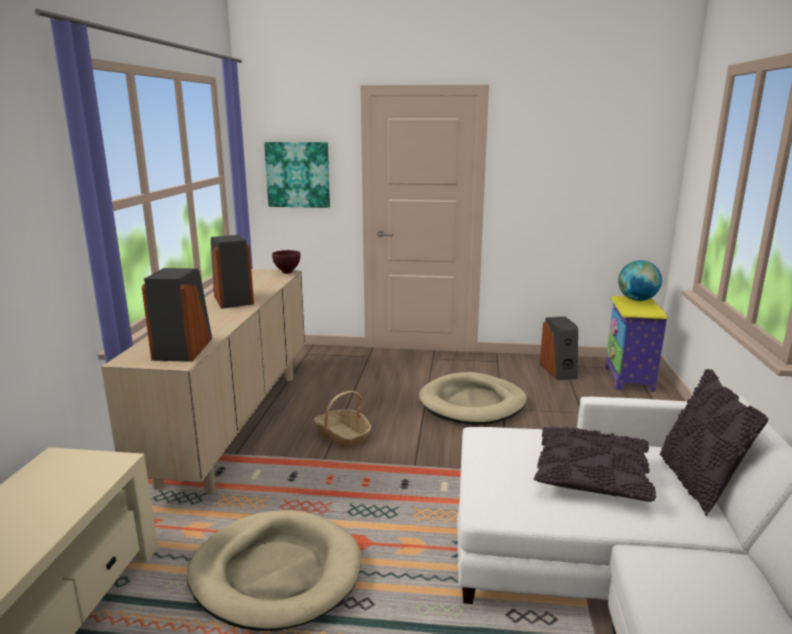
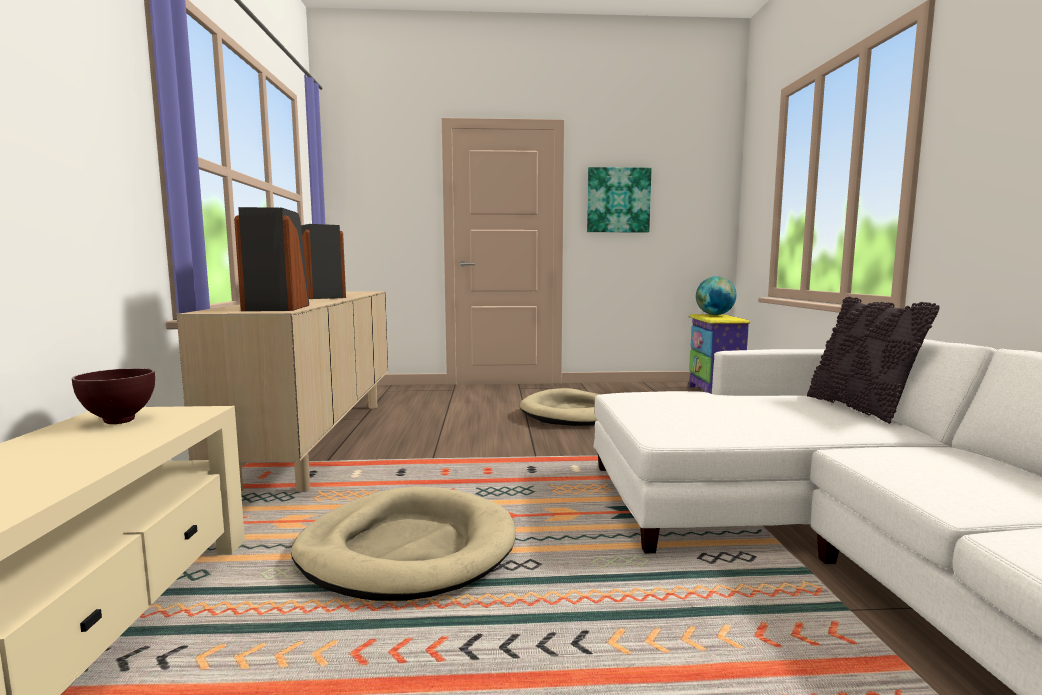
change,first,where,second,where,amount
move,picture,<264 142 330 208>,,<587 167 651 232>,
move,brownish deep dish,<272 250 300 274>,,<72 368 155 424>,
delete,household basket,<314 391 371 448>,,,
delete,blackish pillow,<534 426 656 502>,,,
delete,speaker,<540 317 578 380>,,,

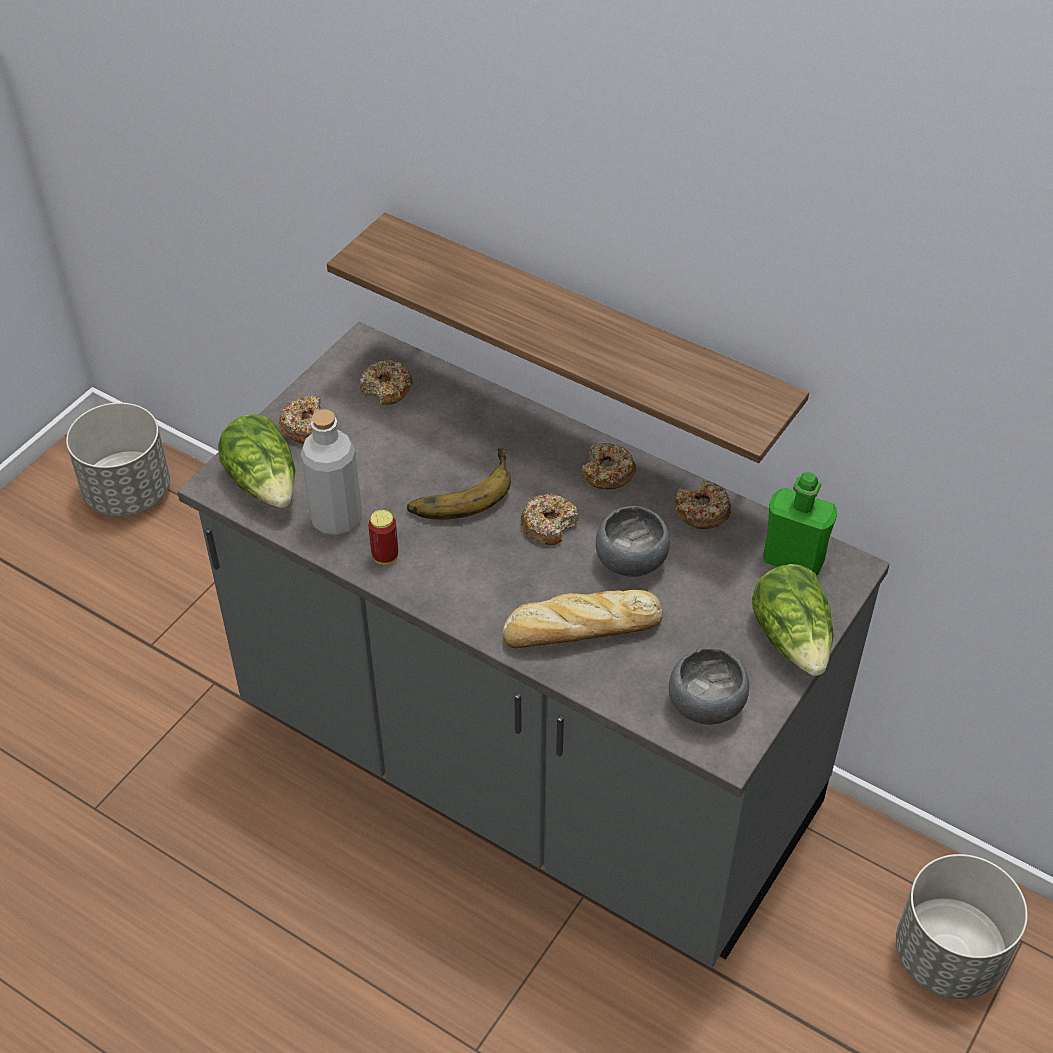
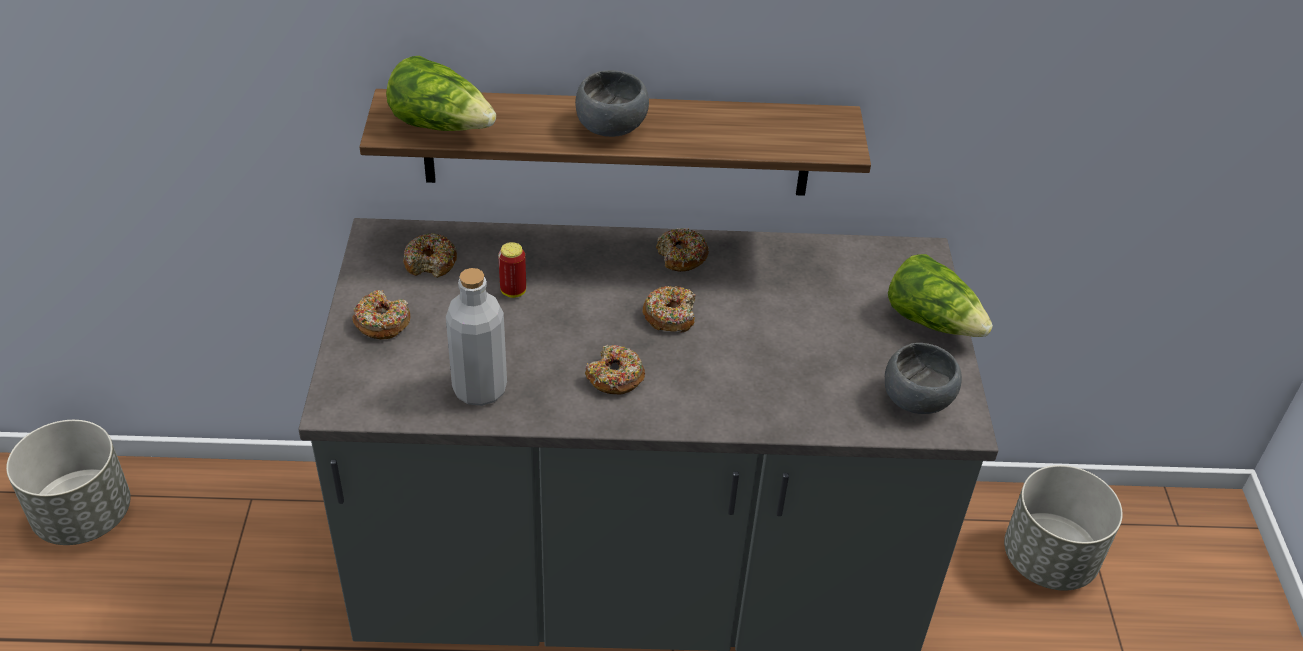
change,first,where,second,where,amount
move,lettuce,<218 414 295 508>,,<386 56 496 131>,
move,sealed can,<368 510 398 565>,,<498 242 526 298>,
delete,banana fruit,<407 448 511 519>,,,
delete,baked bread,<502 590 663 648>,,,
move,gray deep dish,<596 506 670 577>,,<575 70 649 137>,
move,doughnut,<675 480 731 529>,,<585 345 645 394>,
delete,greenish beverage bottle,<763 472 837 576>,,,

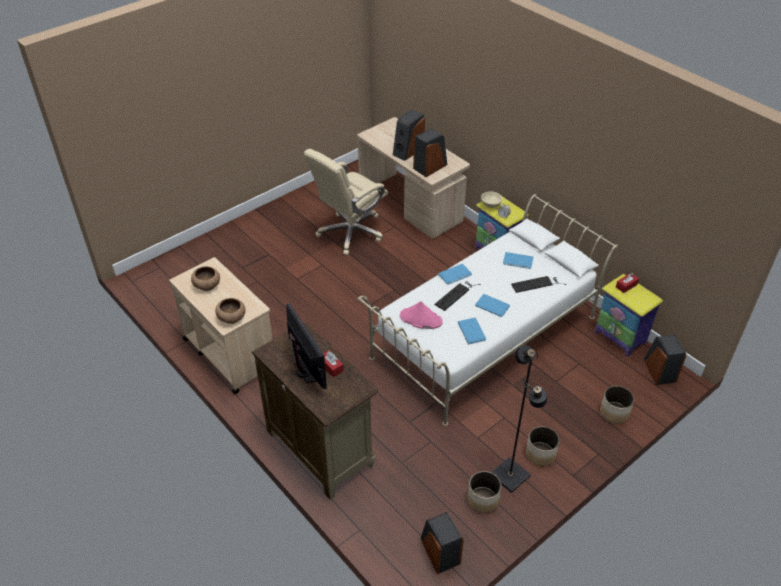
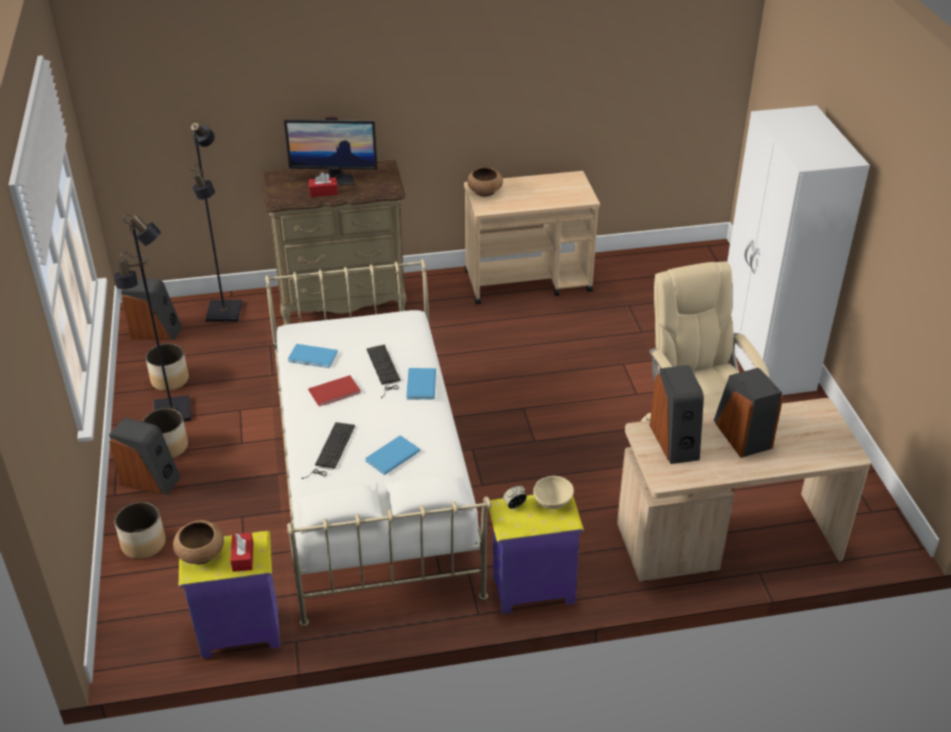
change,first,where,second,where,amount
move,brownish deep dish,<191 266 220 291>,,<173 520 224 565>,
delete,pink wearable hat,<400 301 443 329>,,,
recolor,blue bound book,<475 294 510 317>,red-coloured bound book,<308 375 361 406>,
move,speaker,<644 334 687 385>,,<109 417 181 495>,
insert,,,blackish standing lamp,<190 123 242 322>,
insert,,,white wardrobe,<727 105 870 395>,

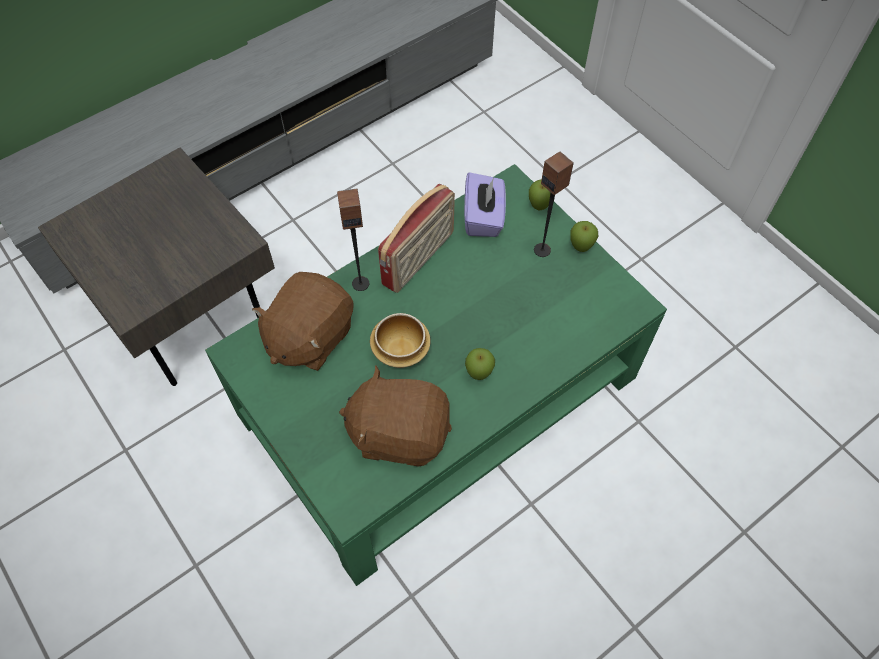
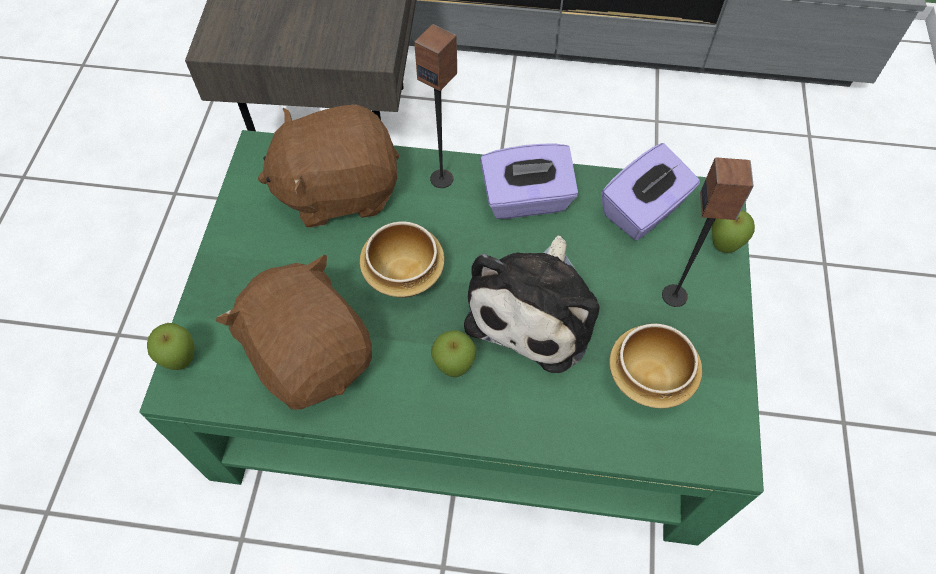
change,first,where,second,where,amount
replace,radio,<378 184 455 293>,purplish box of tissues,<480 143 578 219>,
move,apple fruit,<571 221 598 252>,,<147 323 195 370>,
insert,,,cuddly toy,<464 236 600 373>,
insert,,,deep dish,<609 323 702 408>,

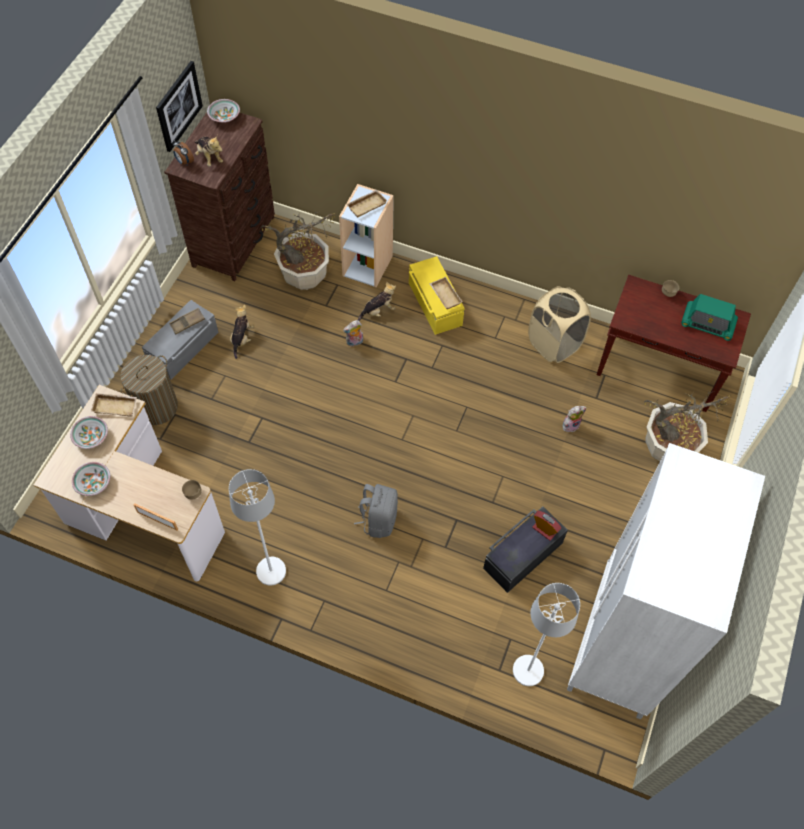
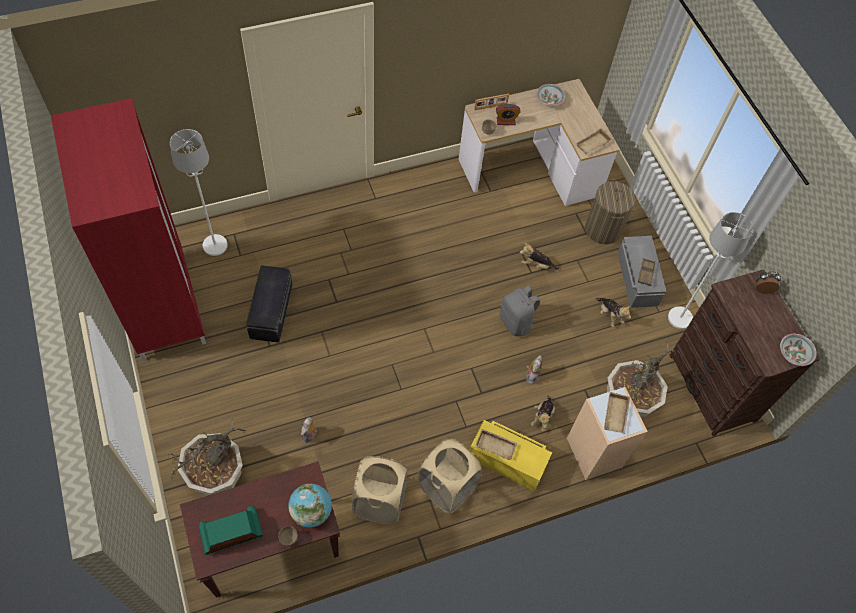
change,first,where,second,where,amount
delete,deep dish,<70 416 108 449>,,,
delete,picture,<156 61 203 152>,,,
move,cuddly toy,<194 136 223 167>,,<520 243 559 270>,
move,white standing lamp,<229 469 286 586>,,<668 212 753 329>,
move,gray rucksack,<354 484 398 538>,,<499 285 540 336>,
move,bedside clock,<532 511 562 541>,,<496 104 520 125>,
recolor,white wardrobe,<567 443 765 719>,red-coloured wardrobe,<51 98 206 361>,
insert,,,globe,<288 484 332 528>,
insert,,,sand-coloured laundry basket,<418 438 482 513>,

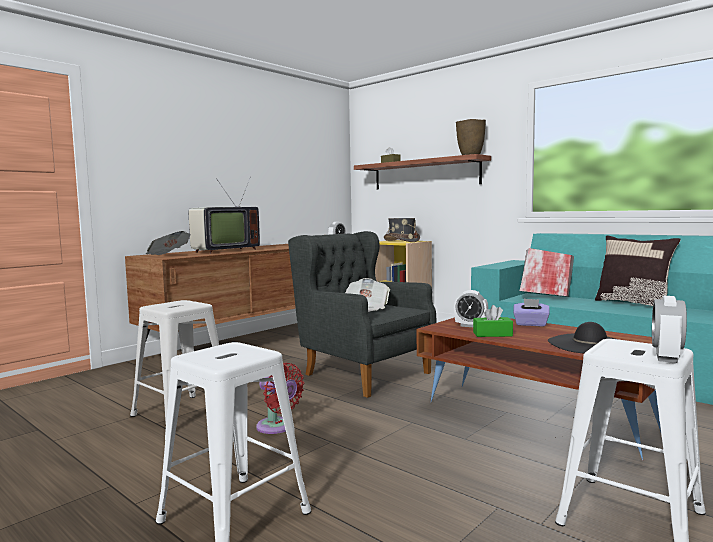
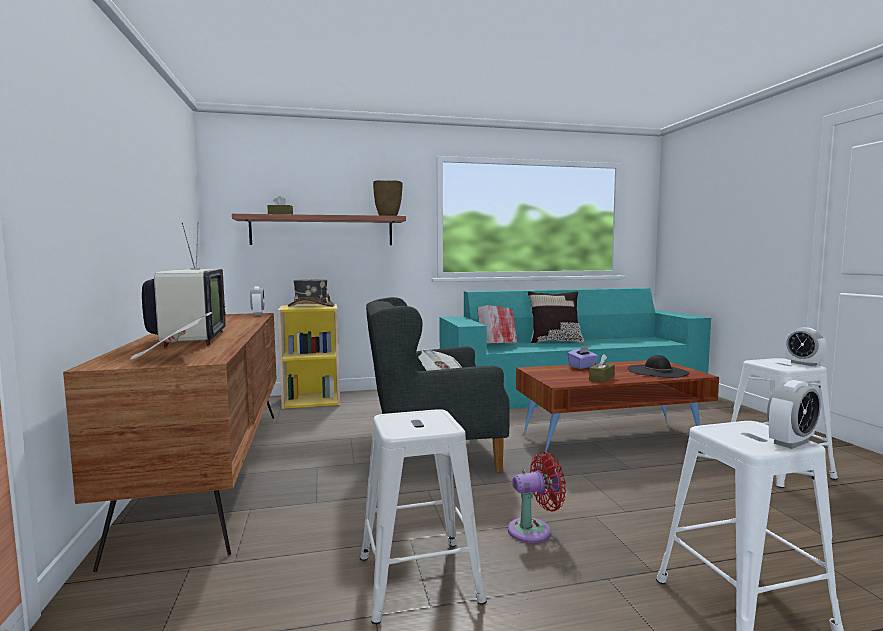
change,first,where,second,where,amount
move,bedside clock,<454 290 488 327>,,<767 380 821 449>,
recolor,greenish box of tissues,<473 305 513 337>,brownish box of tissues,<589 354 615 383>,

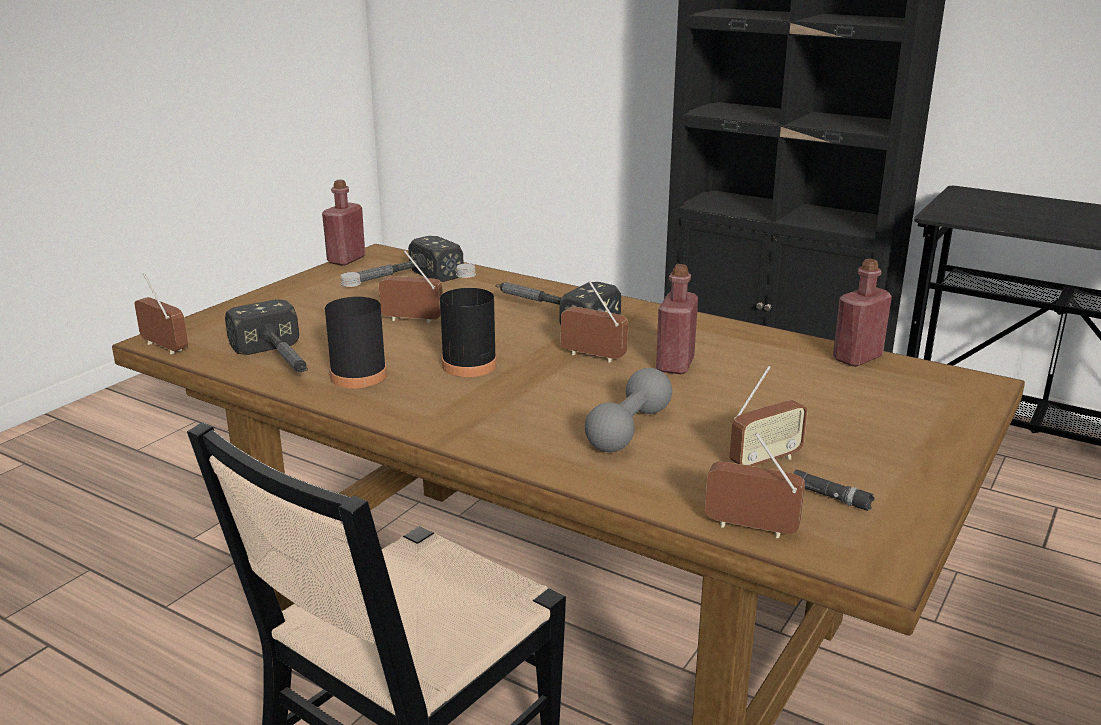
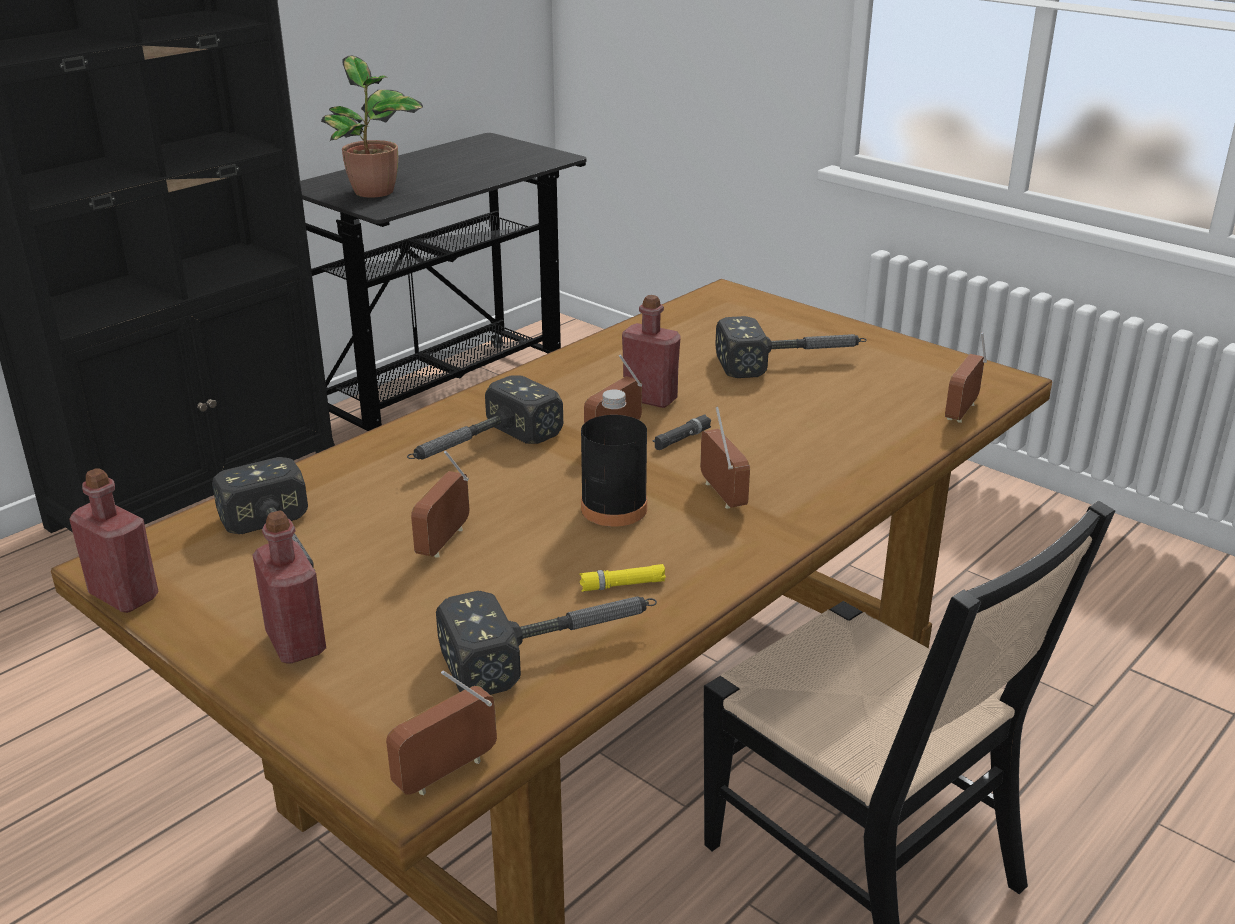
change,first,where,second,where,amount
replace,blackish beverage bottle,<325 272 387 388>,yellow flashlight,<580 564 666 592>,
delete,gray hand weight,<585 368 672 452>,,,
move,radio,<730 366 808 466>,,<700 406 750 509>,
move,blackish flashlight,<793 469 875 511>,,<653 414 711 450>,
move,red-coloured beverage bottle,<833 259 892 367>,,<253 510 326 664>,
insert,,,plant in a pot,<321 55 423 198>,
insert,,,hammer,<715 316 867 378>,

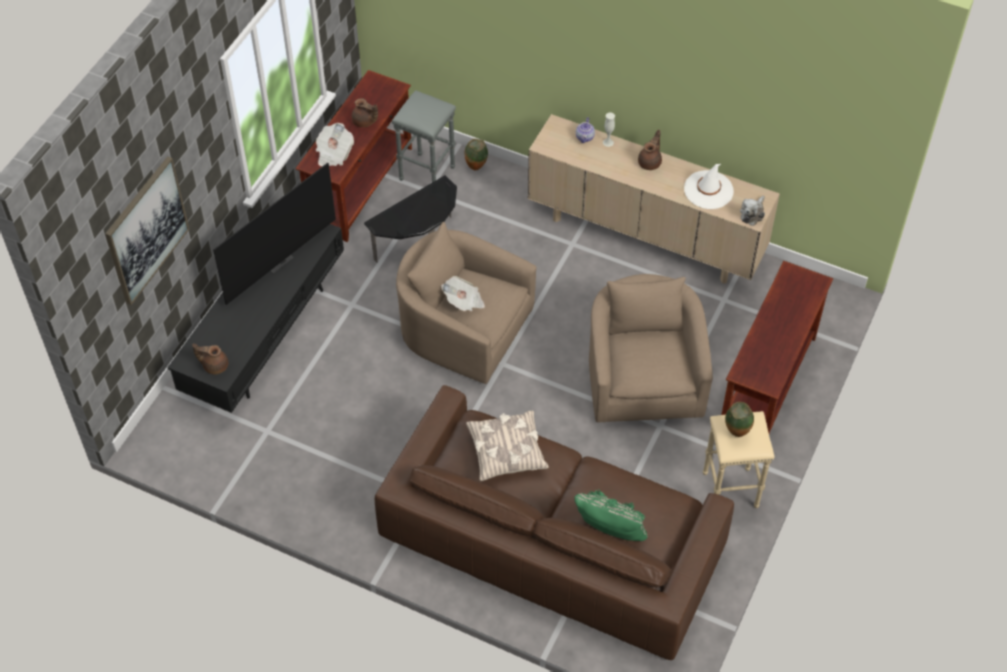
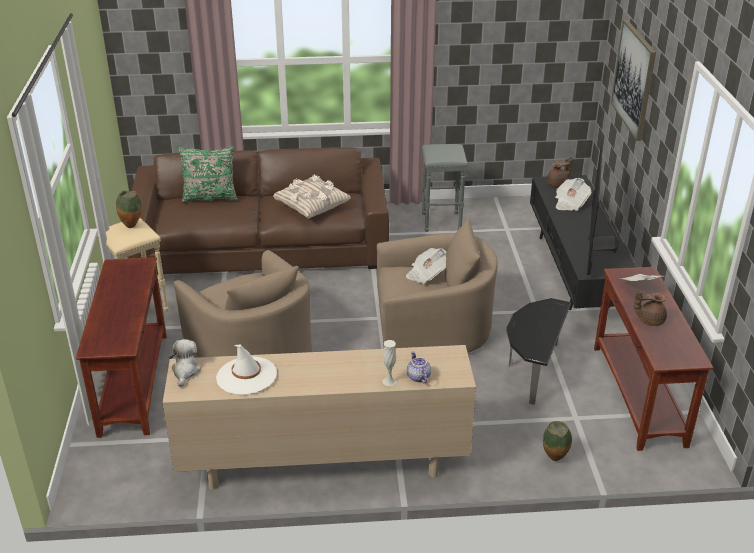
change,first,where,second,where,amount
move,gray sitting stool,<392 90 456 182>,,<422 144 468 232>,
delete,brownish pot for tea,<638 129 662 170>,,,
insert,,,daily paper,<555 178 591 211>,

